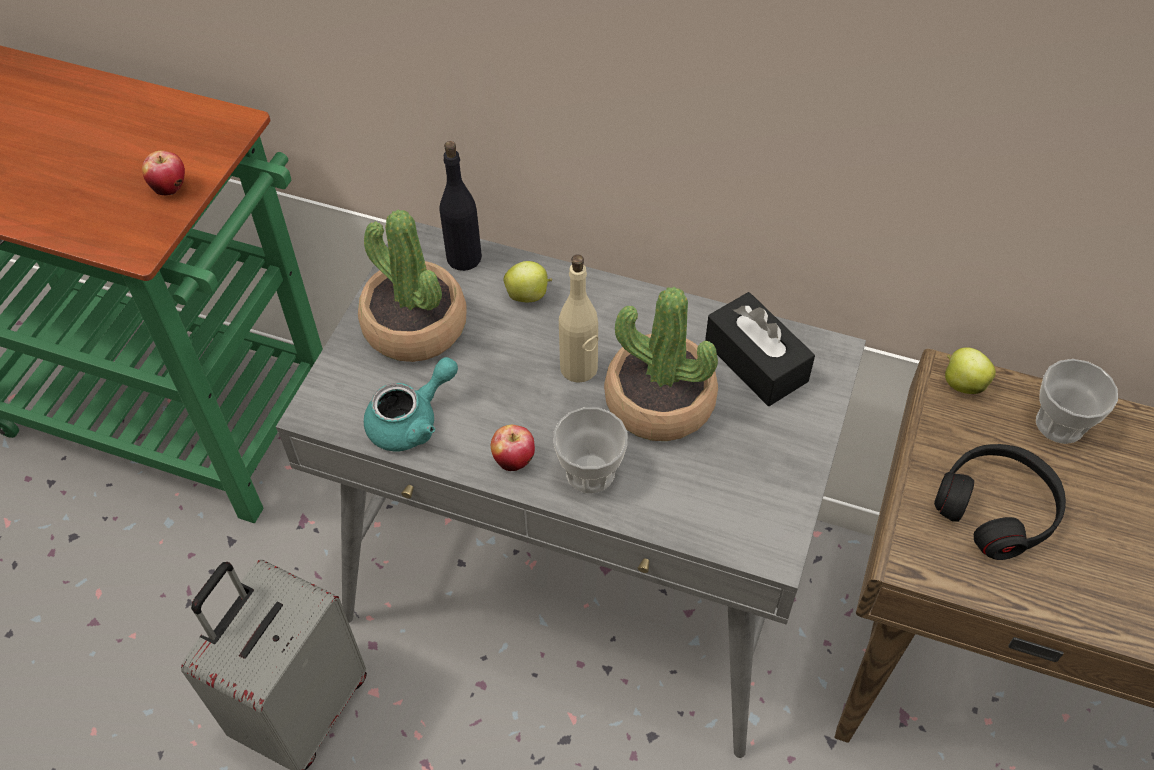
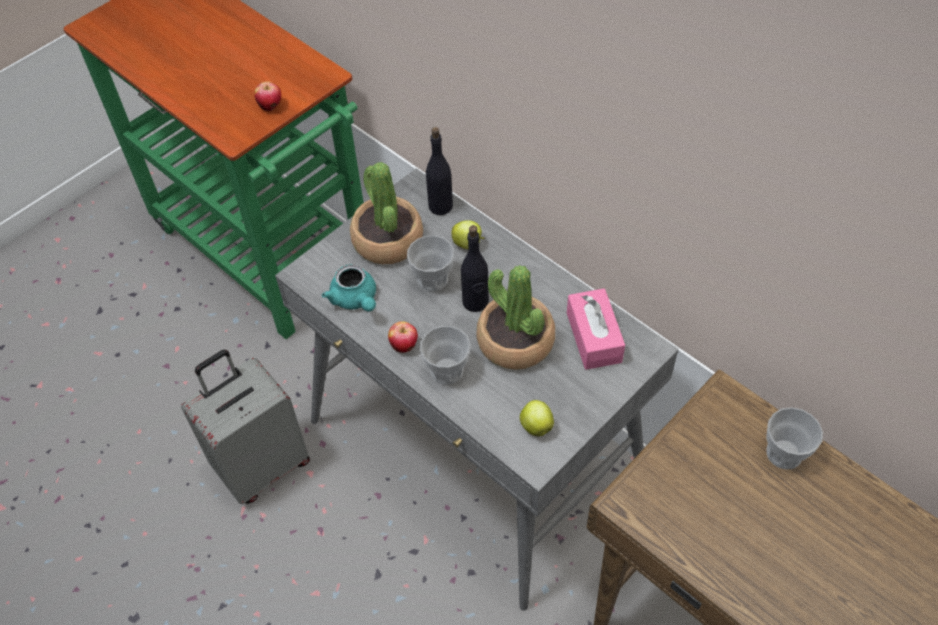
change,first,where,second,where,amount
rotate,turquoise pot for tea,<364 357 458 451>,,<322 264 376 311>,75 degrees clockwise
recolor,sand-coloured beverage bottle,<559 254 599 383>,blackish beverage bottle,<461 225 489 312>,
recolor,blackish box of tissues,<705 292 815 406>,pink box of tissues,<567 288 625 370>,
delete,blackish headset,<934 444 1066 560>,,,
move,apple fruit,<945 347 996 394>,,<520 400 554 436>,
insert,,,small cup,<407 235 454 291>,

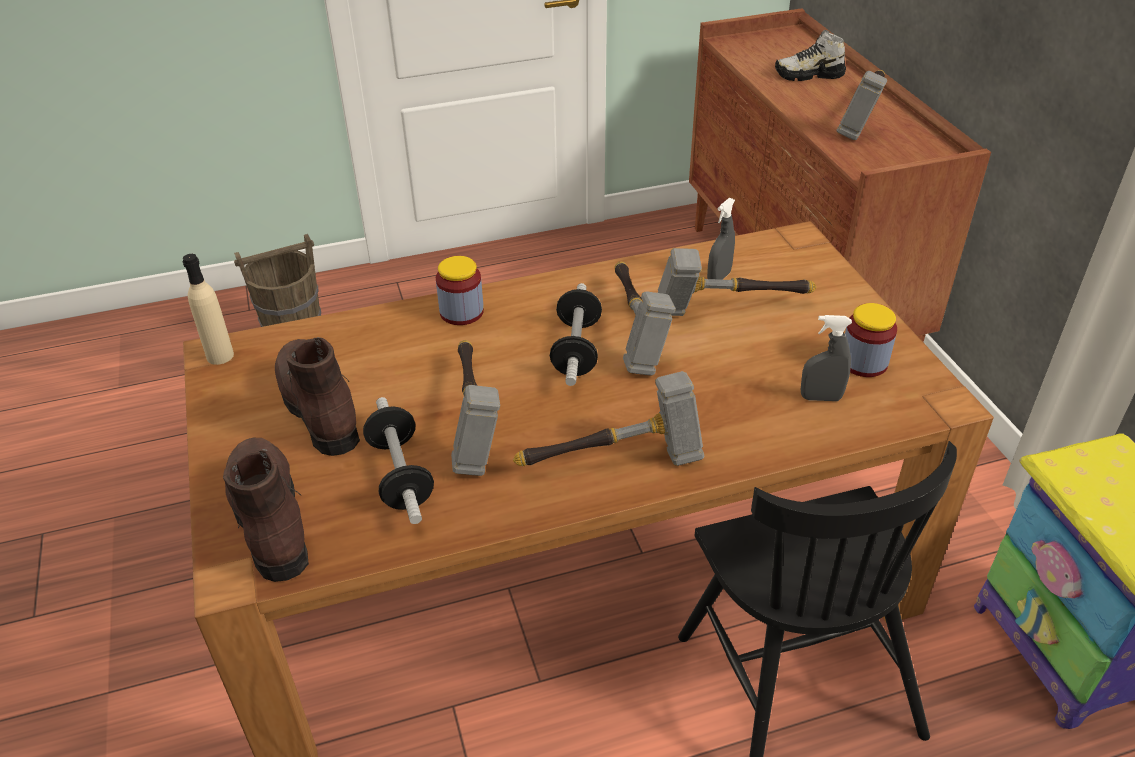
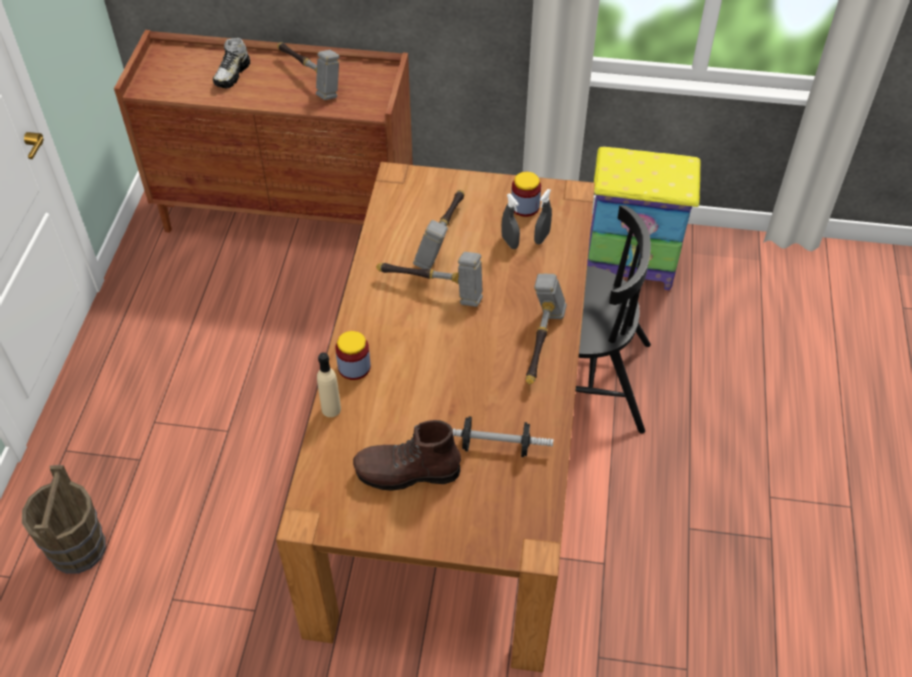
change,first,where,second,where,amount
move,sand-coloured beverage bottle,<182 254 234 365>,,<317 352 341 417>,
delete,brownish boot,<223 438 309 582>,,,
delete,hammer,<451 340 500 476>,,,
delete,hand weight,<550 283 602 386>,,,
move,gray sprayer,<707 198 735 280>,,<502 193 520 249>,

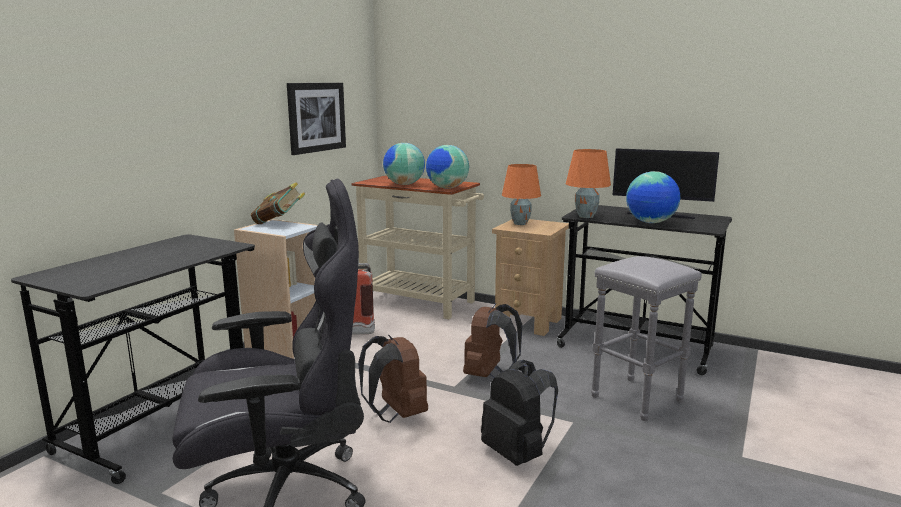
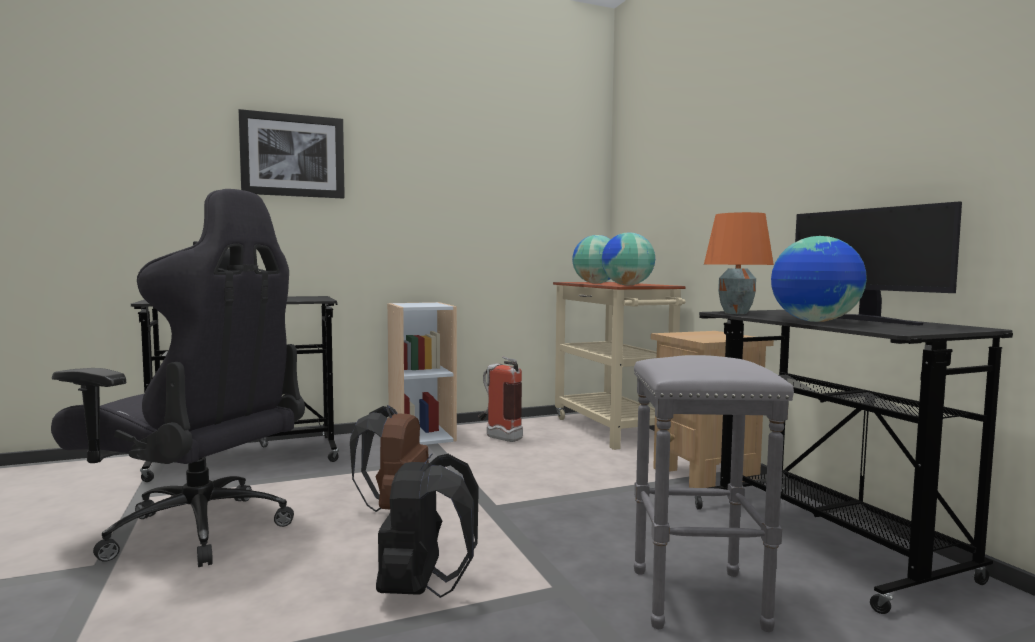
change,first,where,second,where,amount
delete,bound book,<251 182 305 224>,,,
move,picture,<287 83 346 155>,,<239 109 345 199>,
delete,brownish rucksack,<463 304 522 378>,,,
delete,orangey table lamp,<502 164 541 225>,,,

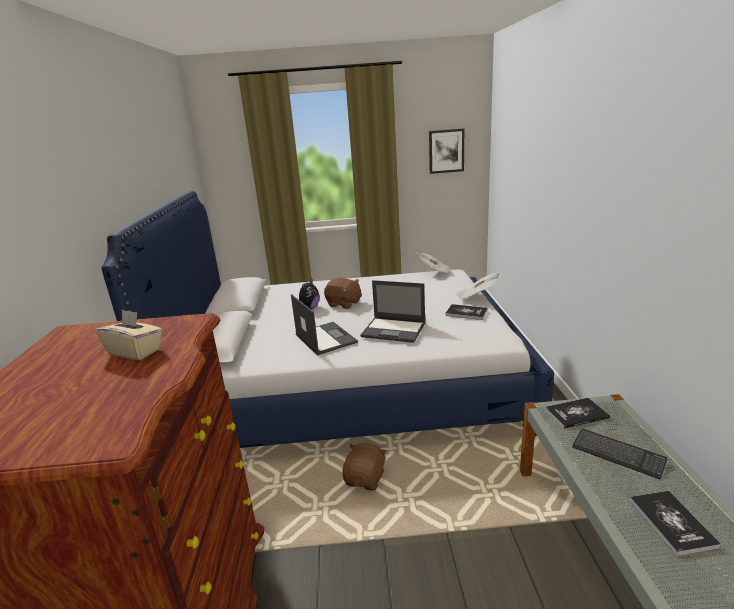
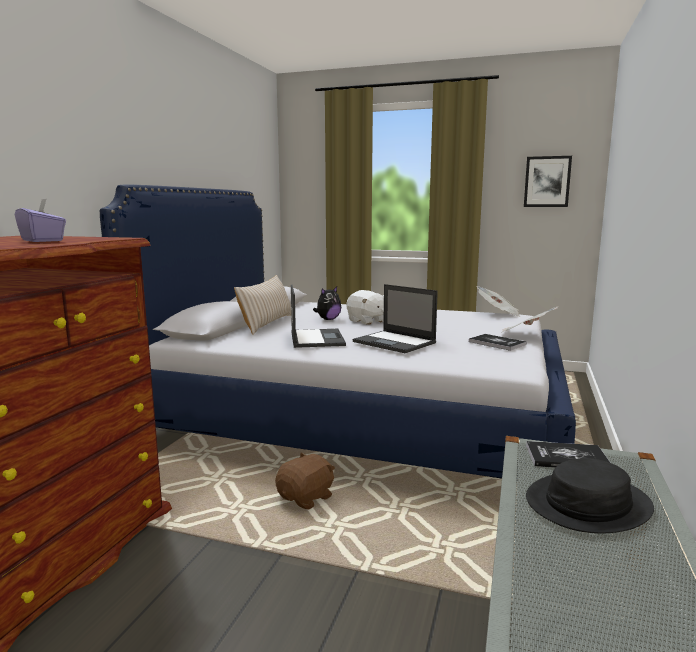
change,first,where,second,where,amount
recolor,sand-coloured box of tissues,<96 309 162 360>,purplish box of tissues,<15 198 66 242>,
recolor,brownish cuddly toy,<324 278 362 309>,white cuddly toy,<346 290 384 325>,
replace,computer keyboard,<572 429 667 480>,blackish wearable hat,<526 458 654 533>,
delete,bound book,<629 491 721 556>,,,
insert,,,sand-coloured pillow,<234 275 291 335>,

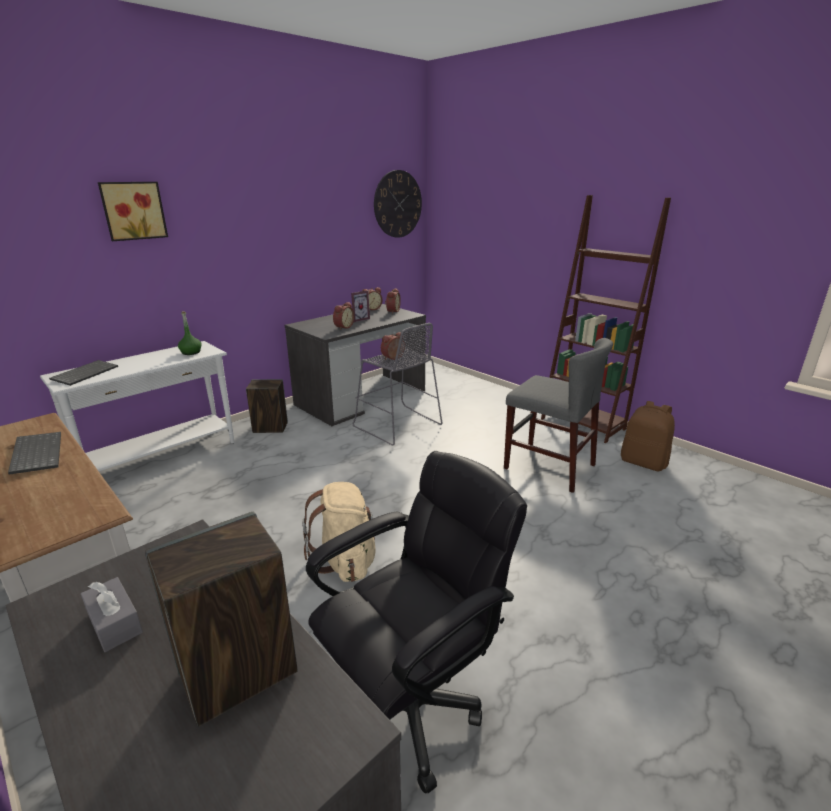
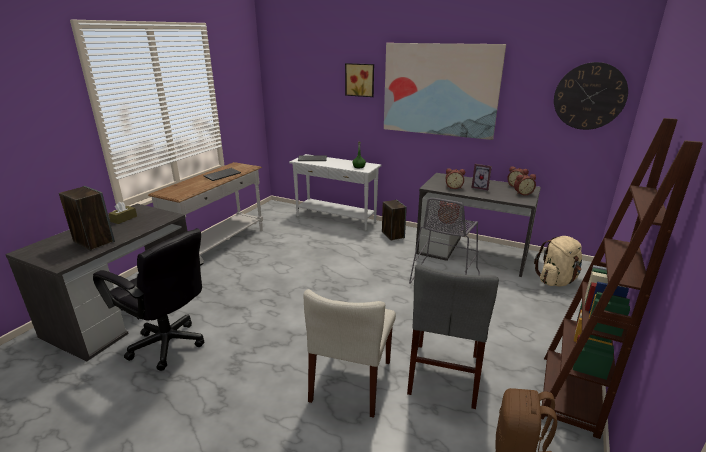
change,first,where,second,where,amount
recolor,gray box of tissues,<81 577 143 652>,brownish box of tissues,<108 202 137 224>,
move,sand-coloured rucksack,<302 482 376 582>,,<534 236 582 286>,
insert,,,sand-coloured plain chair,<304 289 396 418>,
insert,,,picture,<384 43 506 140>,

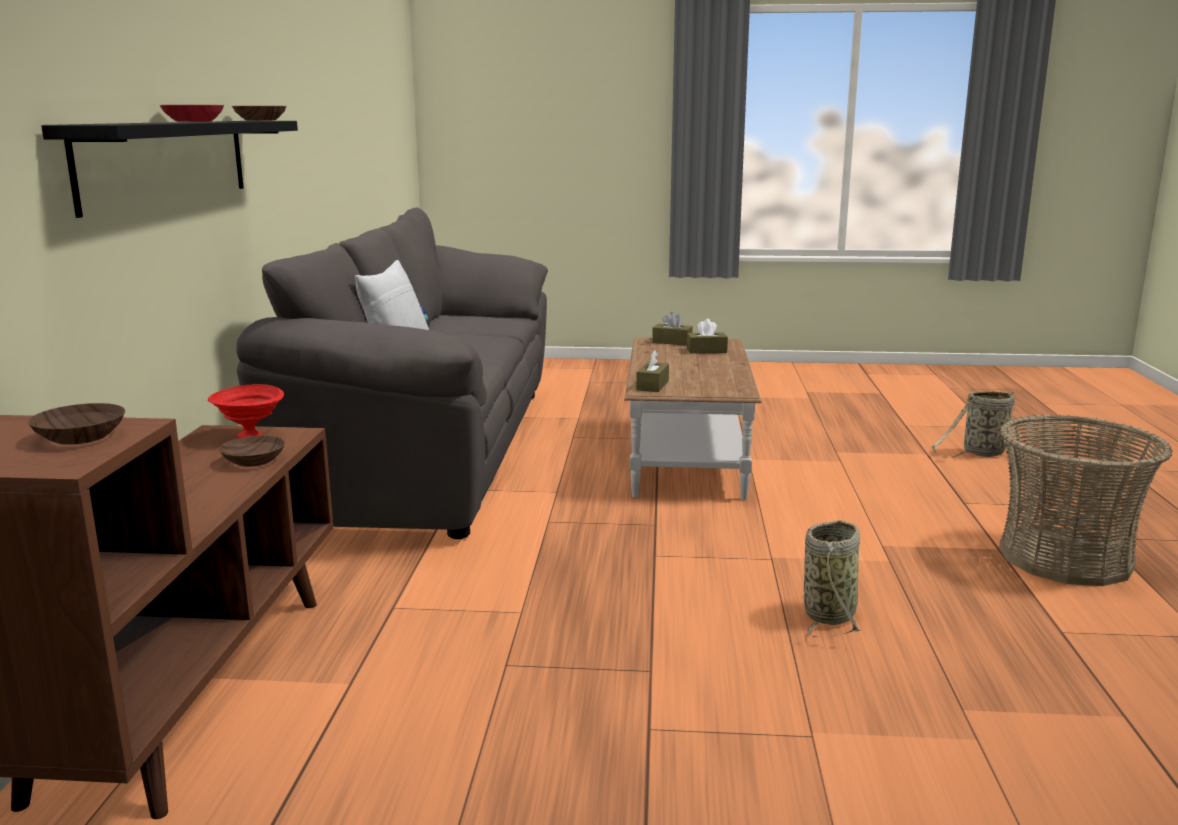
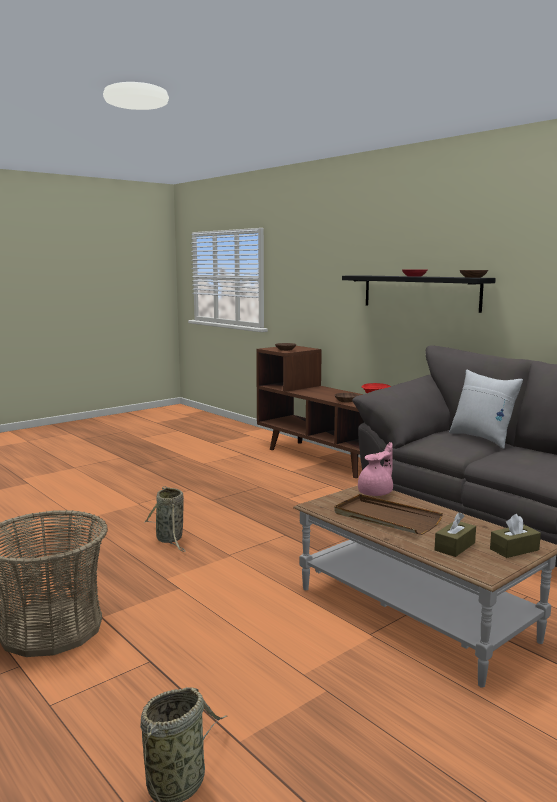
change,first,where,second,where,amount
replace,brownish box of tissues,<636 350 669 392>,pink pot for tea,<358 442 393 496>,
insert,,,brownish tray,<334 494 443 535>,

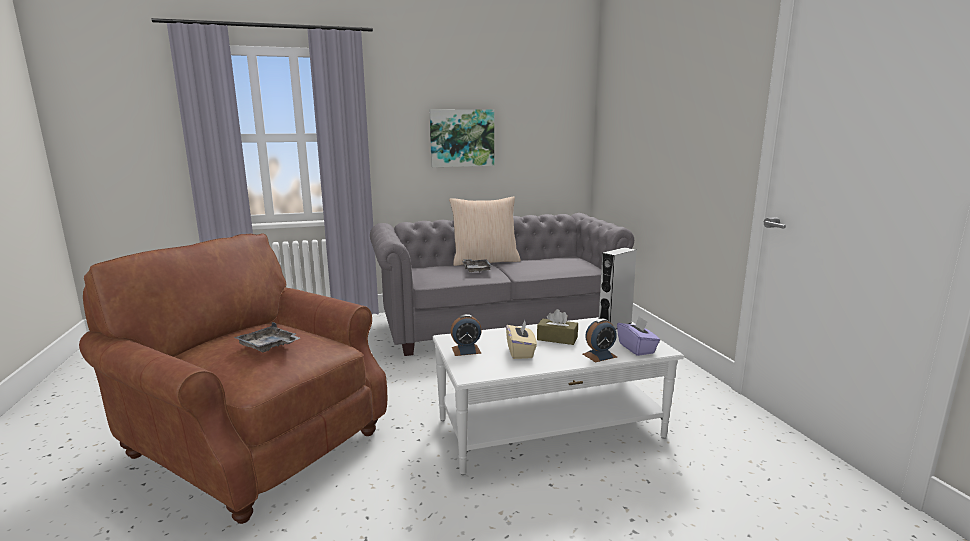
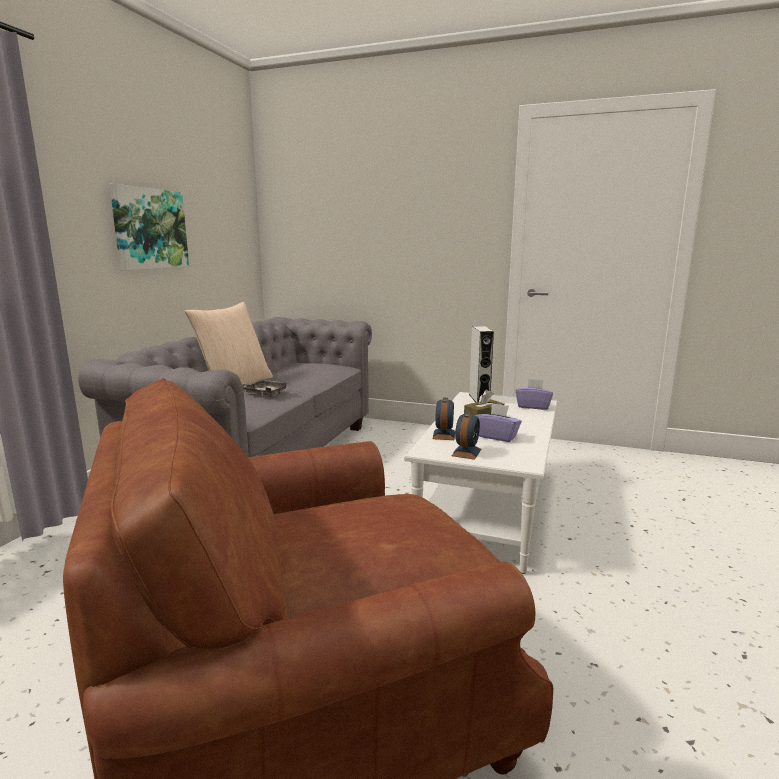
change,first,where,second,where,amount
delete,gray tray,<234 322 300 353>,,,
recolor,sand-coloured box of tissues,<506 320 537 359>,purplish box of tissues,<475 403 522 442>,
move,bedside clock,<583 319 617 362>,,<433 398 455 440>,

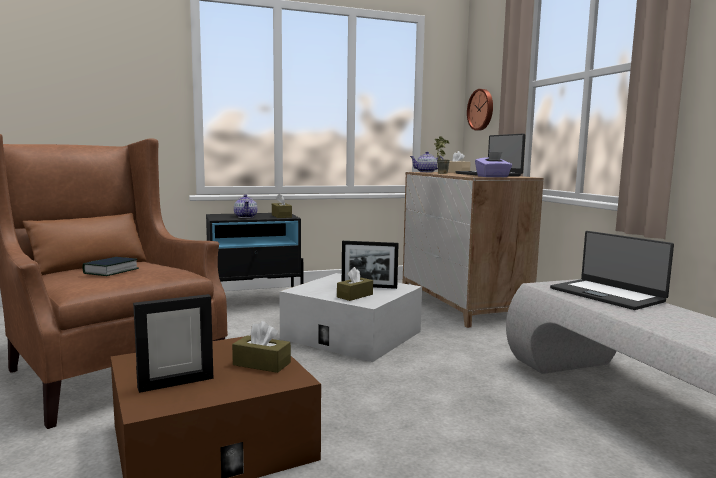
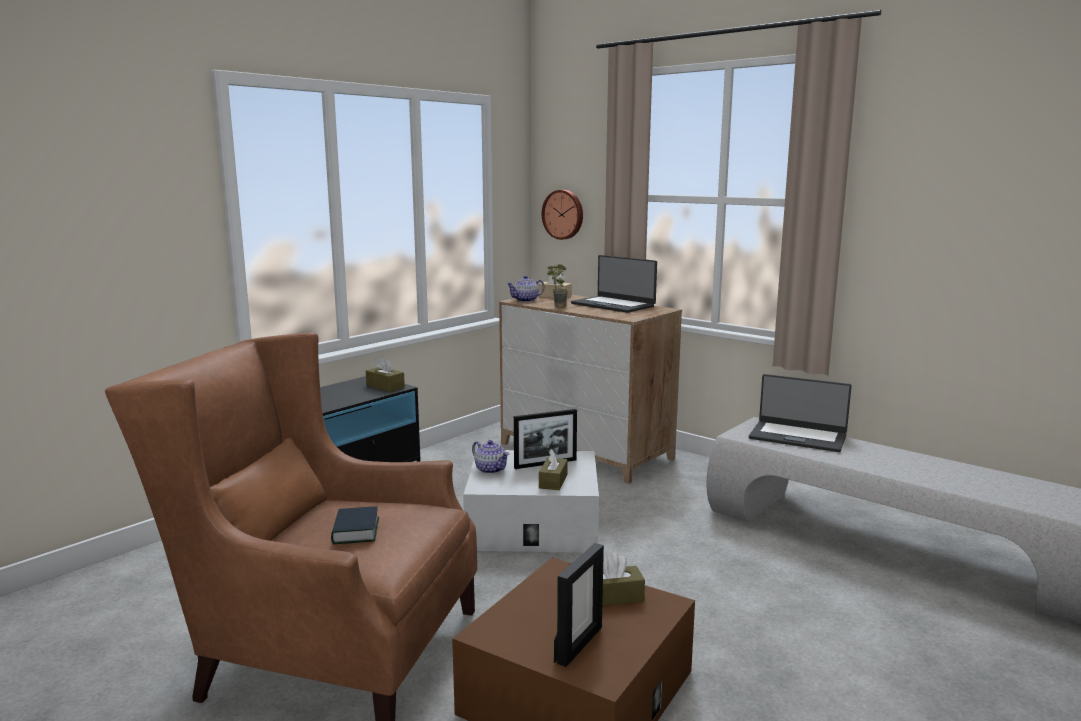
change,first,where,second,where,amount
move,pot for tea,<234 194 258 218>,,<472 440 509 474>,
delete,purplish box of tissues,<475 152 512 177>,,,

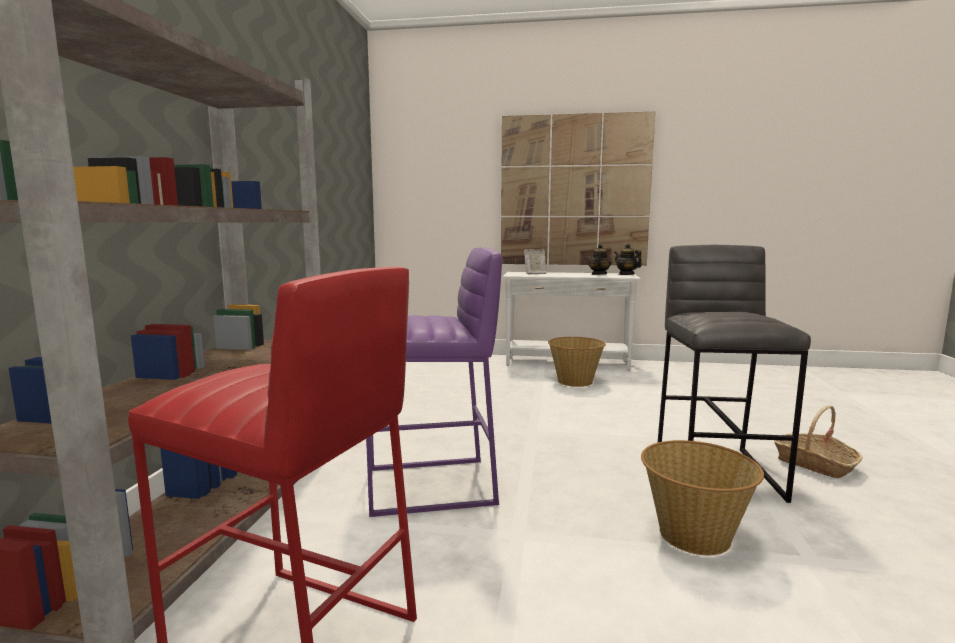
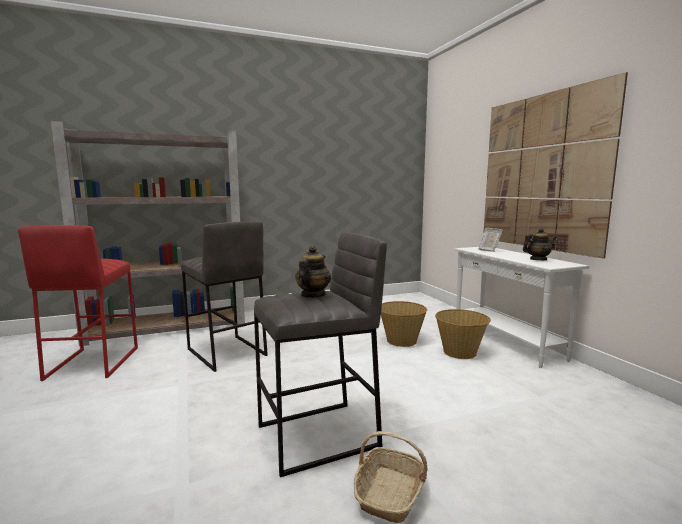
change,first,where,second,where,amount
recolor,purplish sitting stool,<366 247 502 517>,gray sitting stool,<181 221 268 372>,
move,pot for tea,<614 244 642 275>,,<295 246 331 298>,
move,household basket,<641 440 764 555>,,<381 301 427 347>,

